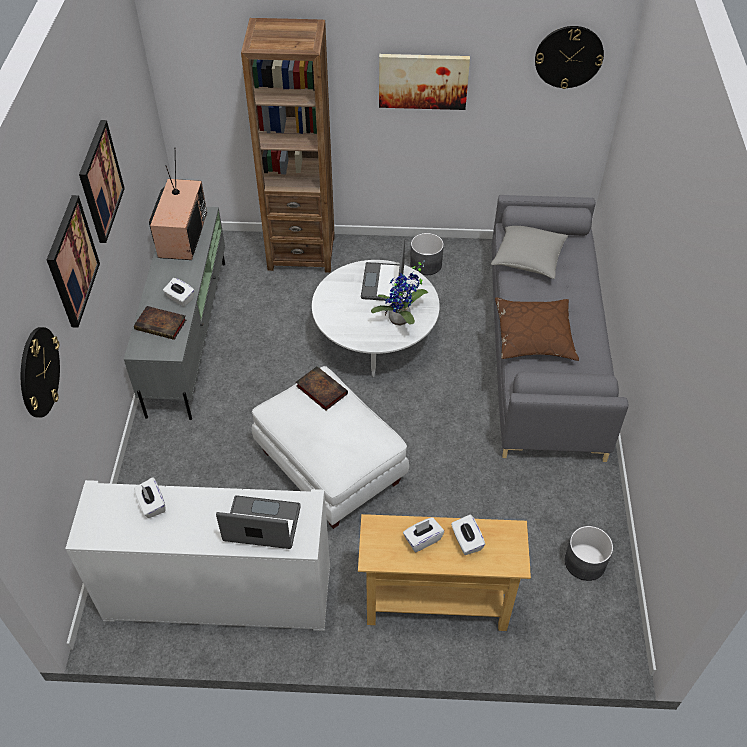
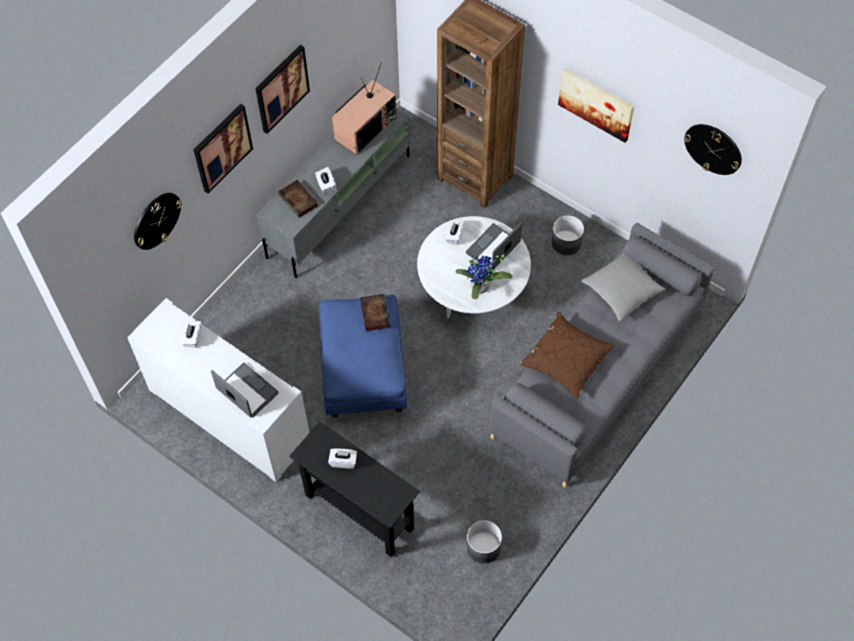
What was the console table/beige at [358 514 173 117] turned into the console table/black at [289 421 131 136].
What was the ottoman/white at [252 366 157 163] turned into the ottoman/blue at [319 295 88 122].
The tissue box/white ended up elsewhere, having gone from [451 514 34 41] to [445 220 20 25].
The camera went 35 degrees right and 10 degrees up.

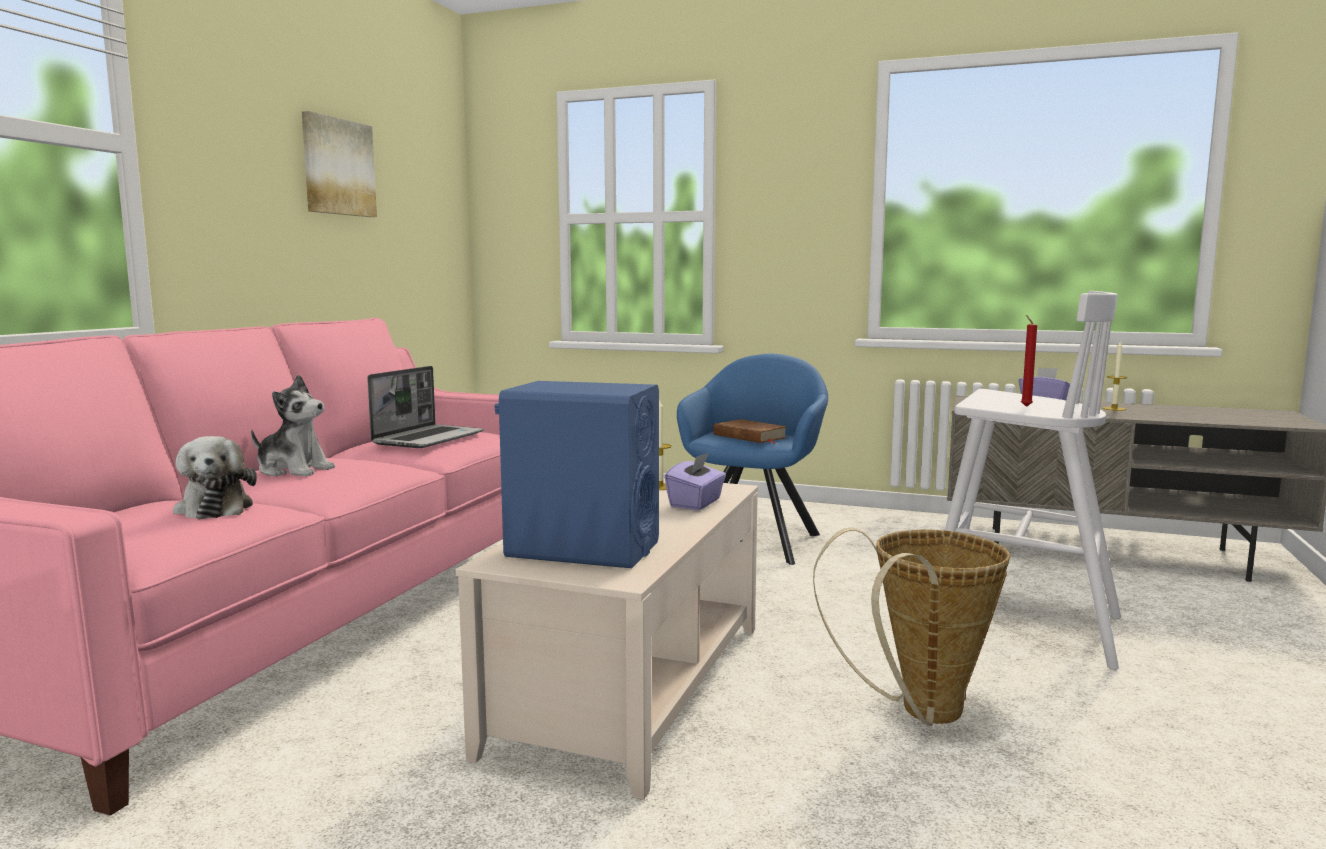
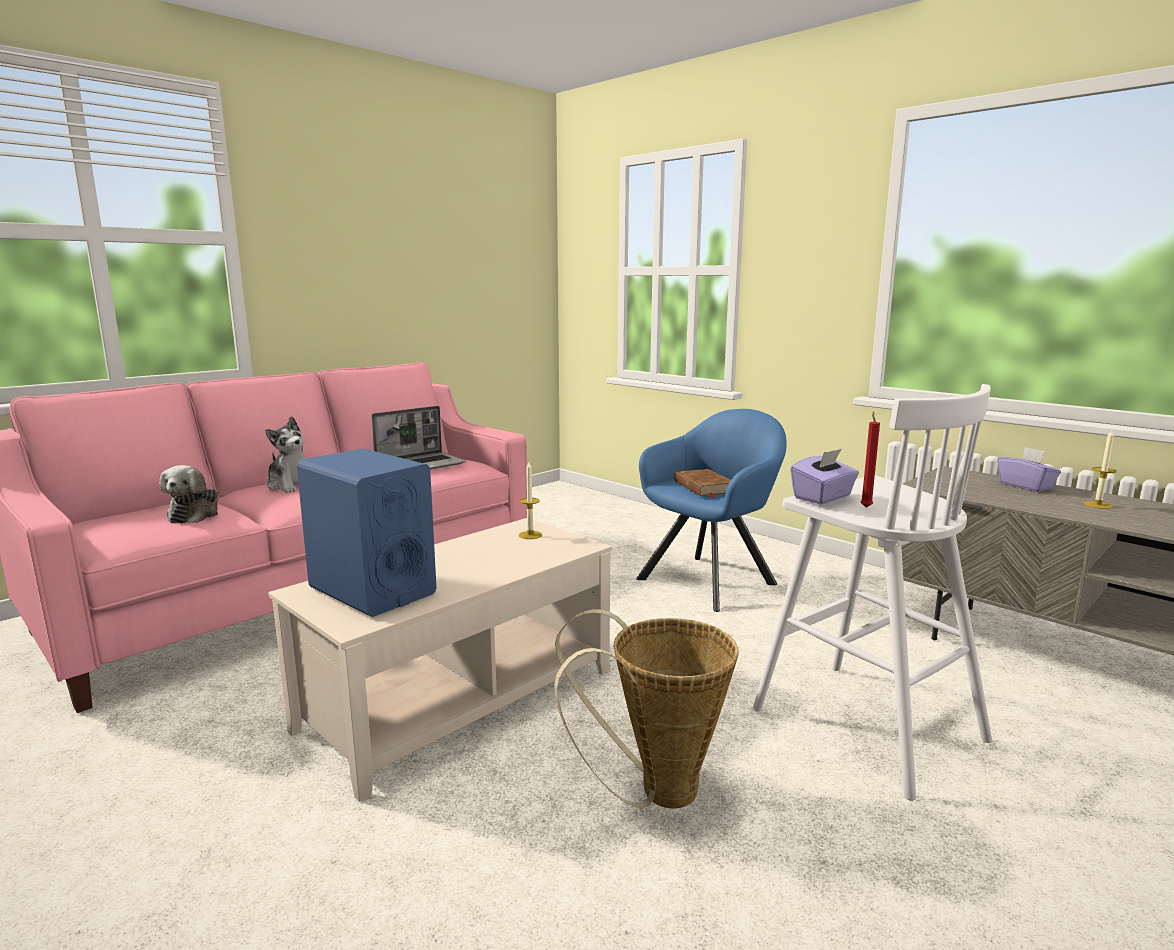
The tissue box/purple ended up elsewhere, having gone from [665 452 61 58] to [790 449 69 55].
The second view lost the picture at [302 111 75 106].
The camera went 25 degrees right and 5 degrees up.

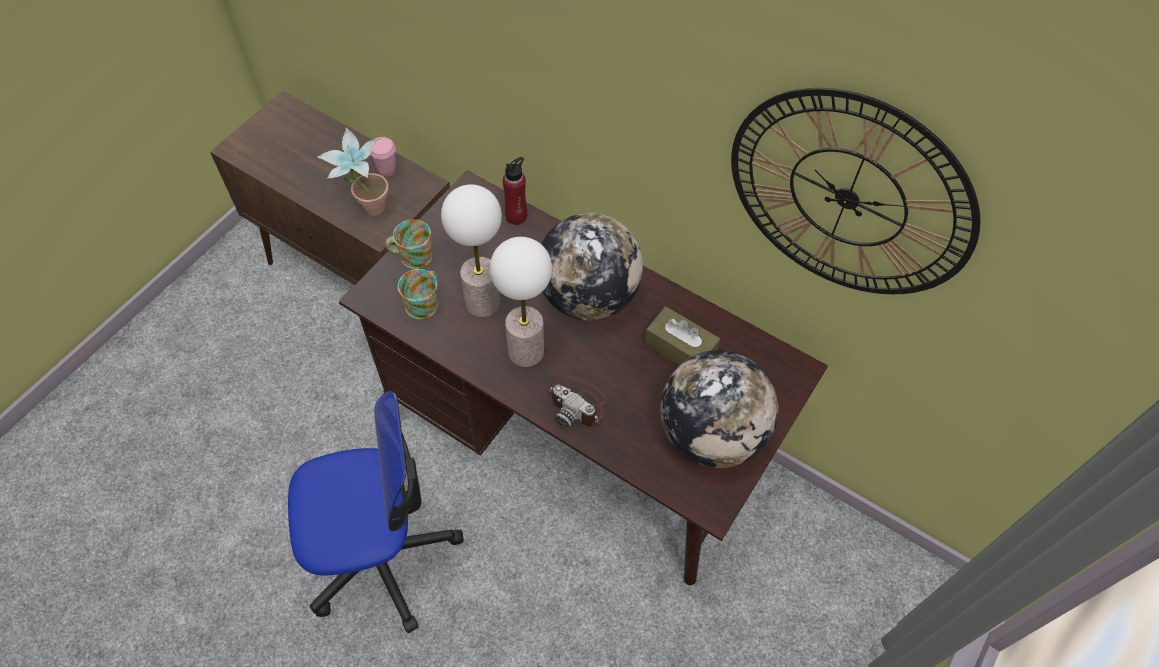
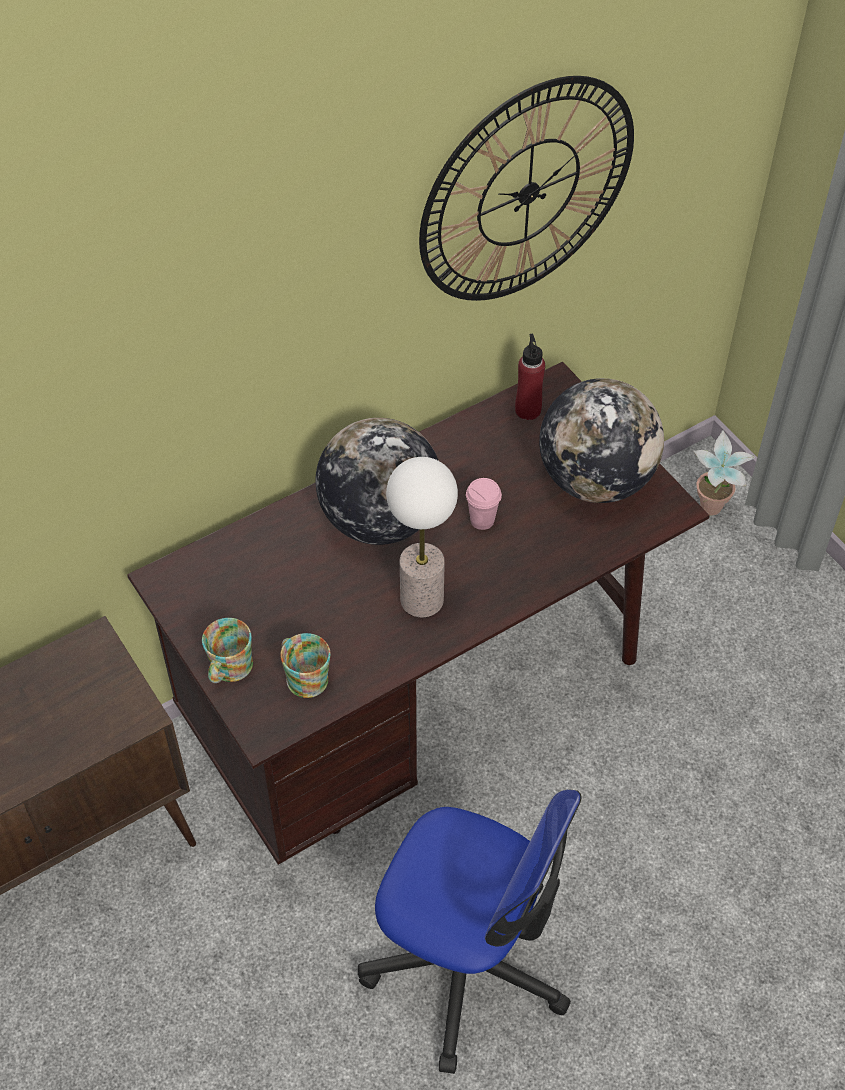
The office chair at [288 391 176 242] ended up facing another way, 105 degrees clockwise from before.
The cup/pink ended up elsewhere, having gone from [370 137 26 40] to [466 478 36 52].
The bottle/red ended up elsewhere, having gone from [503 157 24 68] to [515 334 30 86].
The potted plant ended up elsewhere, having gone from [317 128 71 88] to [694 430 61 86].
The second view lost the table lamp at [441 184 61 133].
The second view lost the photo camera at [548 376 59 52].
The second view lost the tissue box/brown at [645 306 75 59].
The camera went 65 degrees left and 5 degrees down.

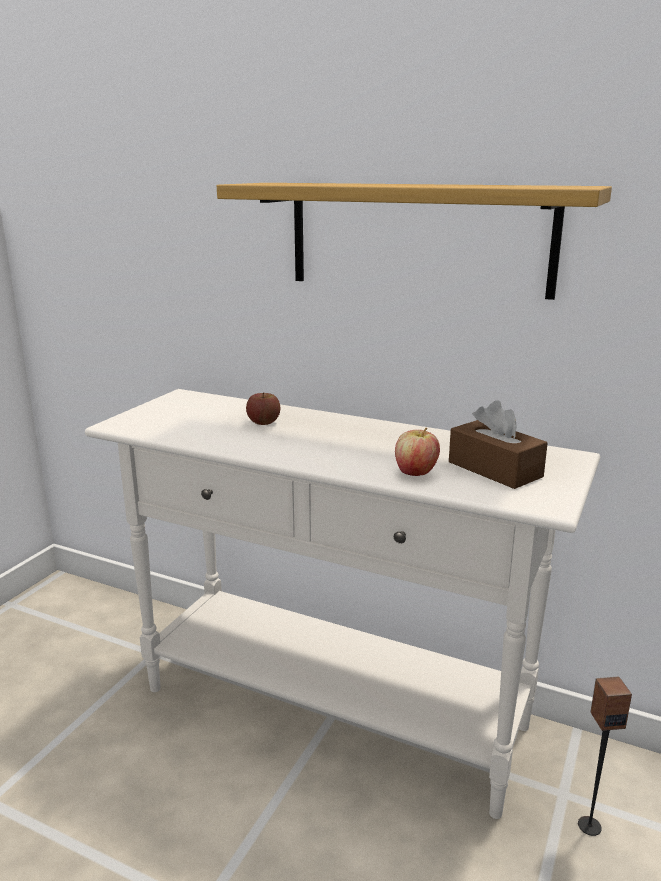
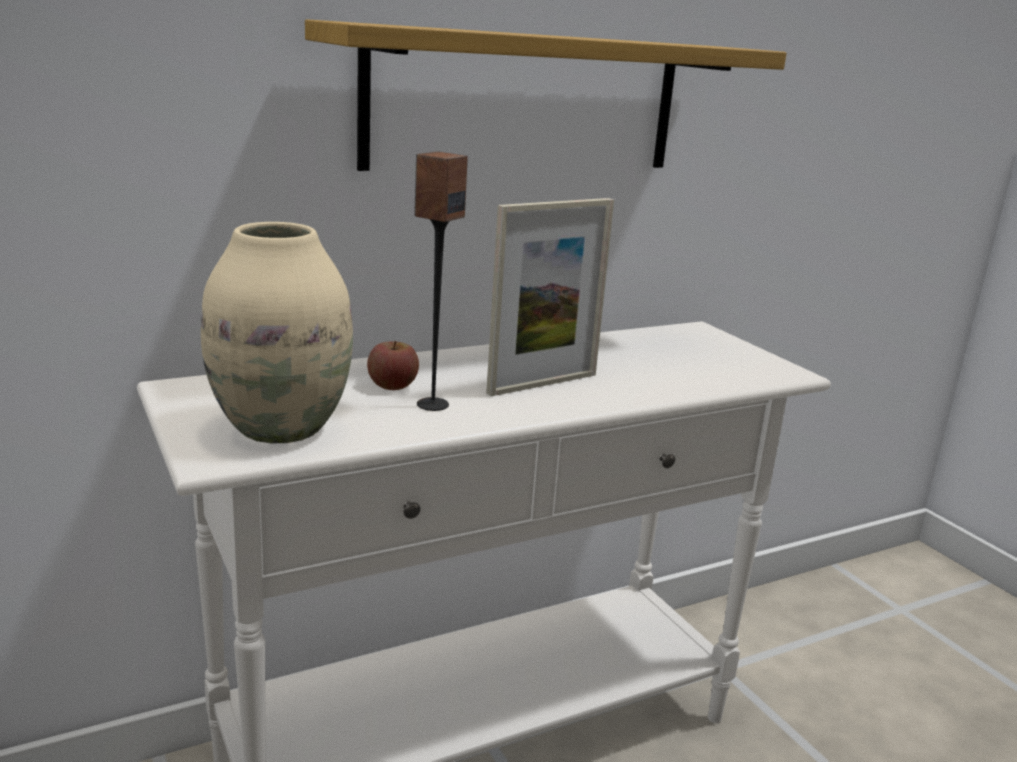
The second view gained the vase/beige at [201 222 152 222].
The speaker ended up elsewhere, having gone from [578 676 54 160] to [414 151 54 260].
The second view gained the picture frame at [486 198 128 198].
The second view lost the apple at [395 427 45 49].
The second view lost the tissue box/brown at [449 400 99 89].
The camera went 55 degrees left and 0 degrees up.

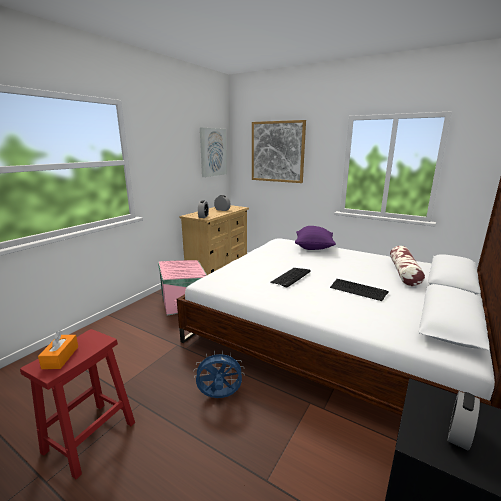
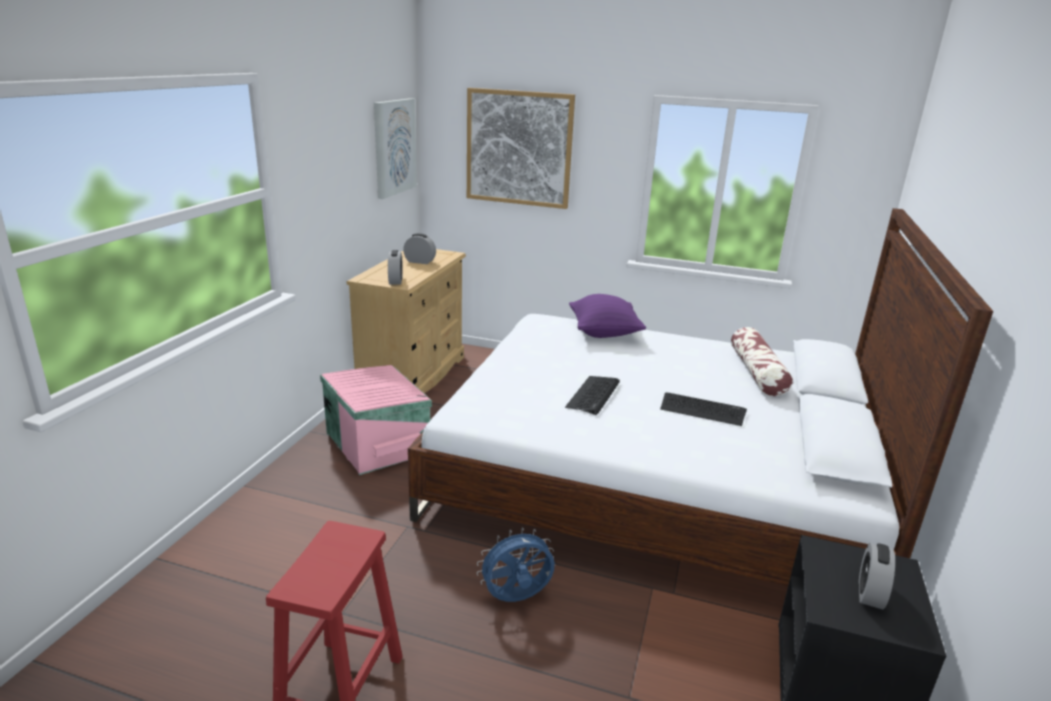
The second view lost the tissue box/orange at [38 330 40 39].
The camera went 15 degrees left and 5 degrees up.

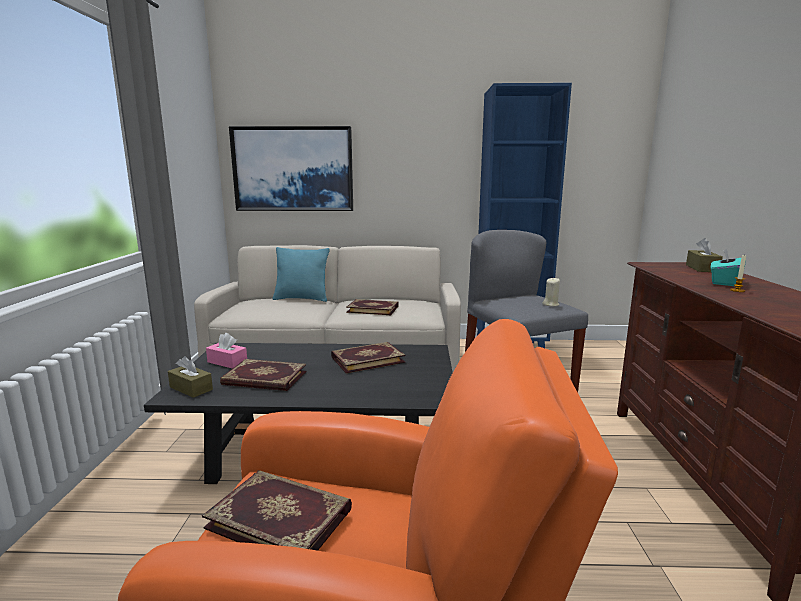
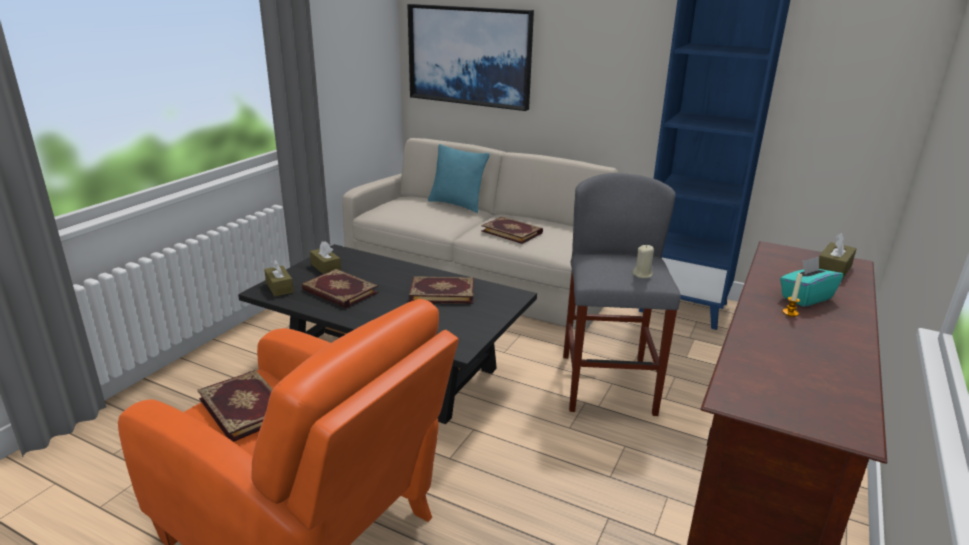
What was the tissue box/pink at [206 333 41 36] turned into the tissue box/brown at [310 241 31 33].
The camera went 25 degrees right and 10 degrees up.

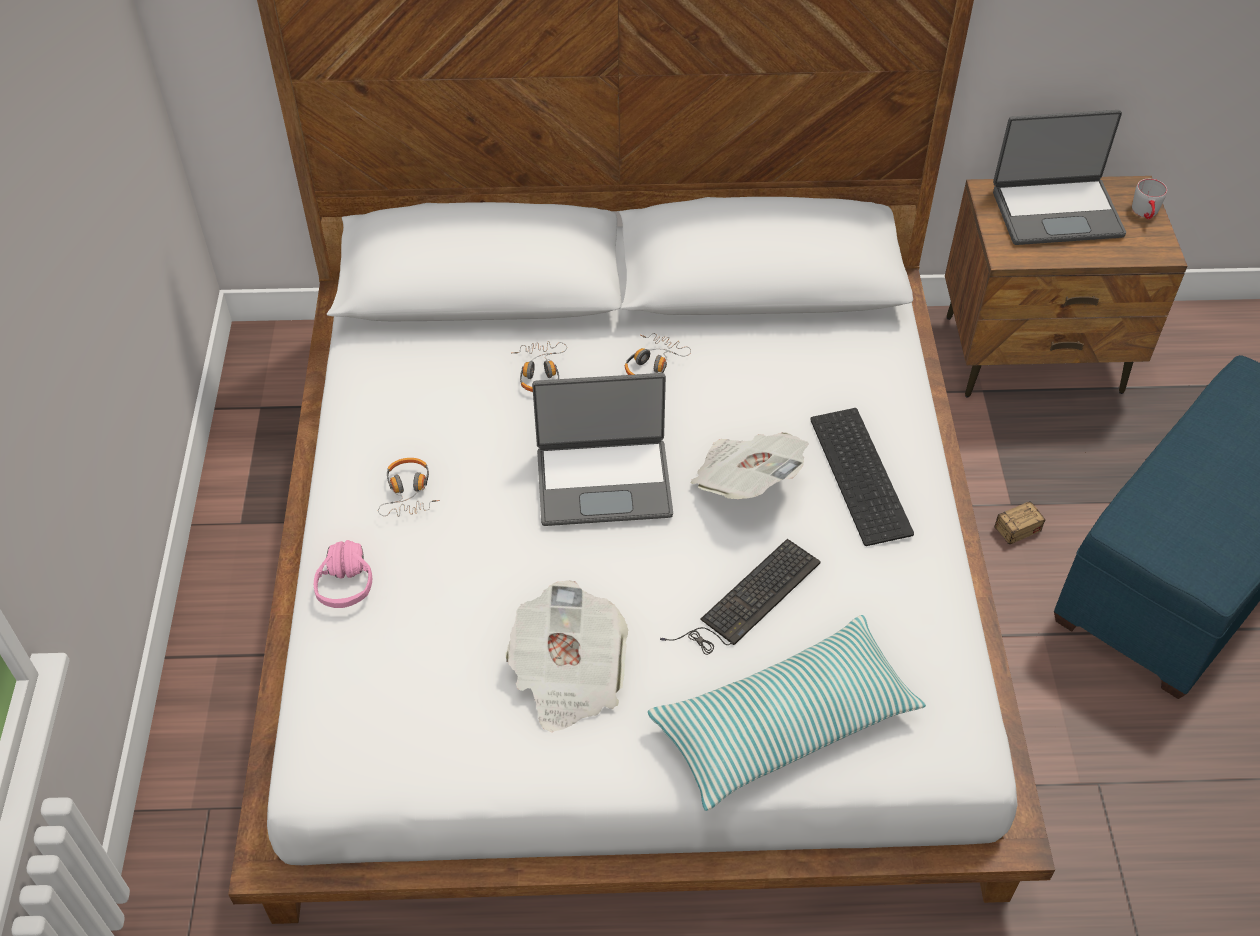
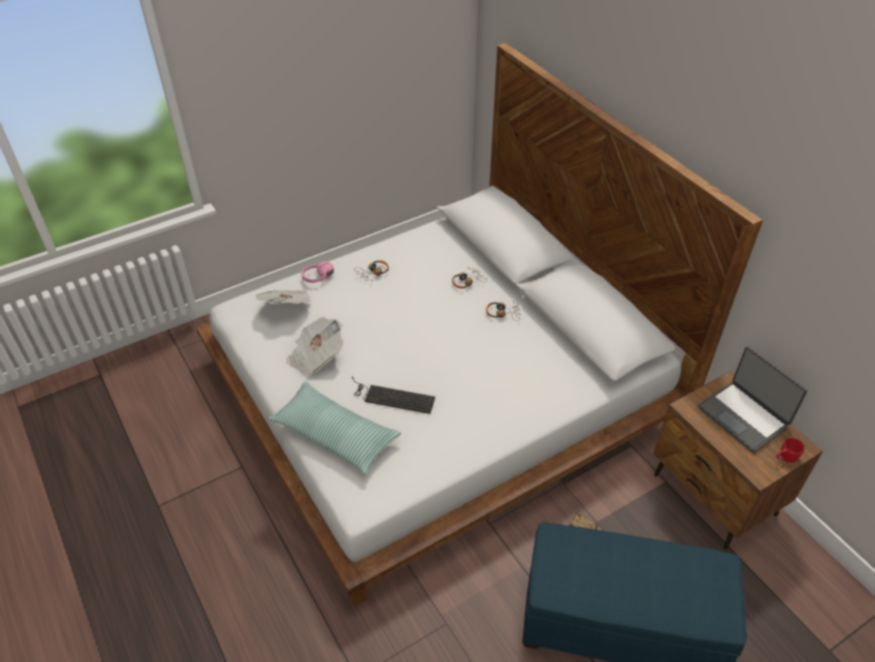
The newspaper ended up elsewhere, having gone from [690 433 119 66] to [256 290 55 14].
What was the mug/grey at [1132 179 35 41] turned into the mug/red at [776 438 28 25].
The second view lost the laptop at [532 373 141 153].
The second view lost the keyboard at [810 408 104 138].
The camera went 60 degrees right and 5 degrees down.

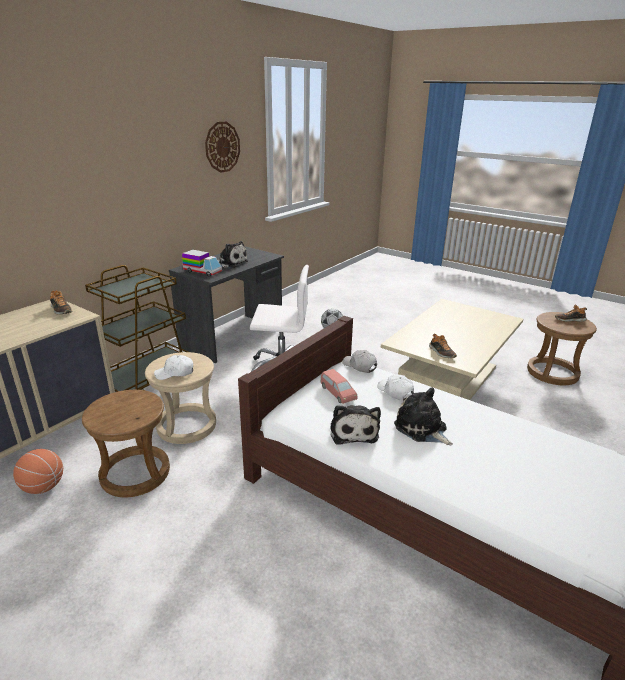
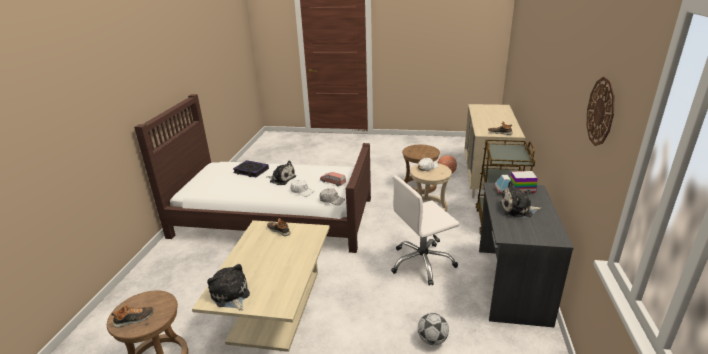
The plush toy ended up elsewhere, having gone from [331 405 50 40] to [207 264 43 47].
The second view gained the book at [233 160 36 17].
The camera went 155 degrees right and 0 degrees up.

